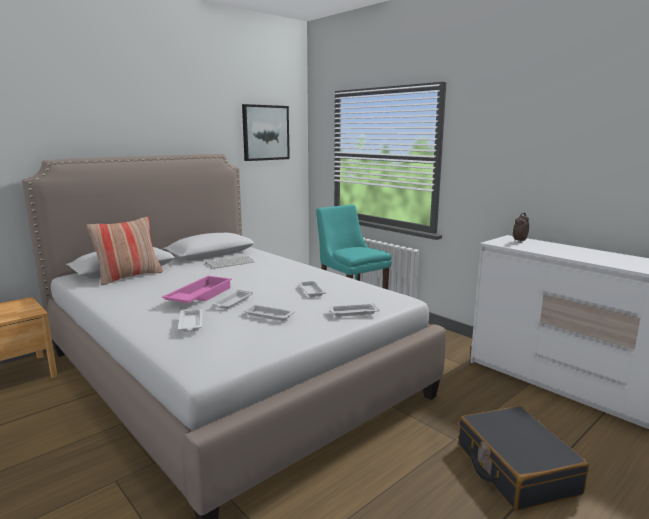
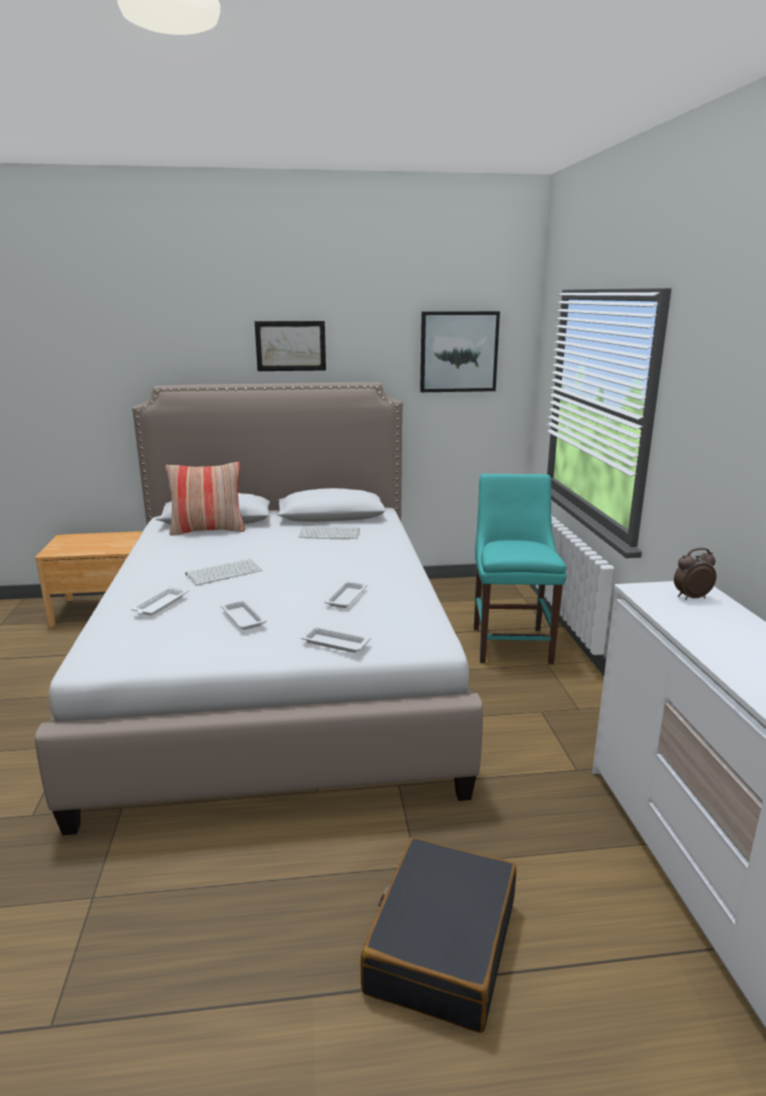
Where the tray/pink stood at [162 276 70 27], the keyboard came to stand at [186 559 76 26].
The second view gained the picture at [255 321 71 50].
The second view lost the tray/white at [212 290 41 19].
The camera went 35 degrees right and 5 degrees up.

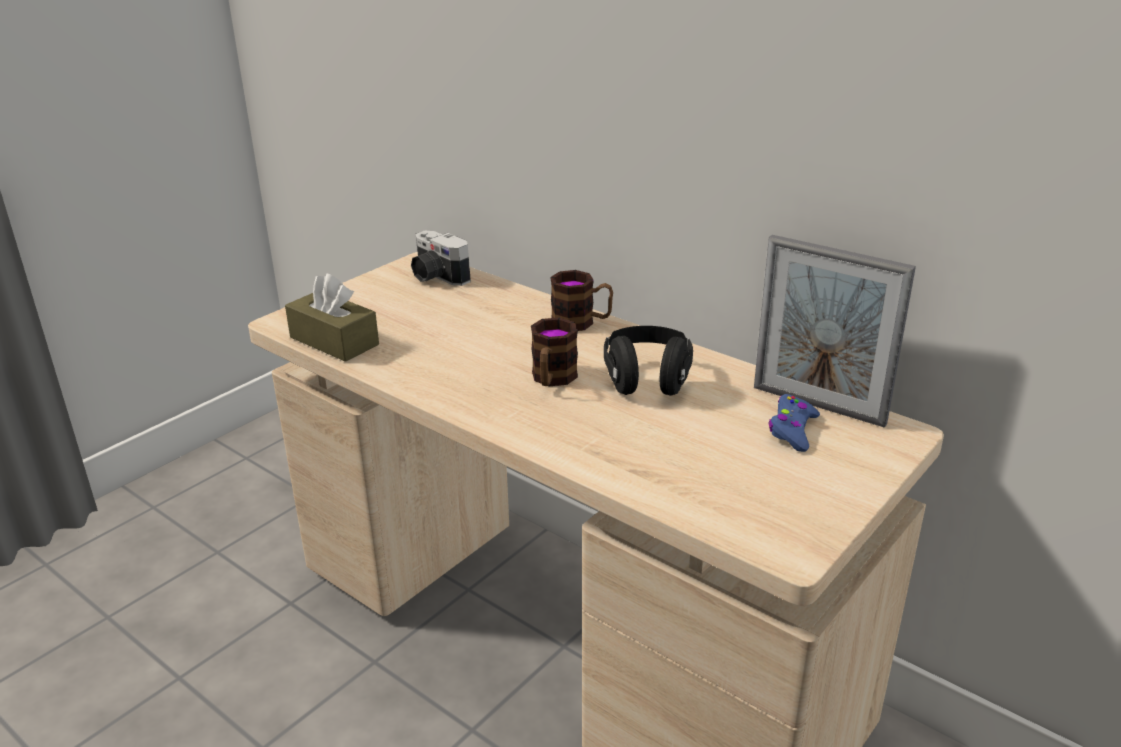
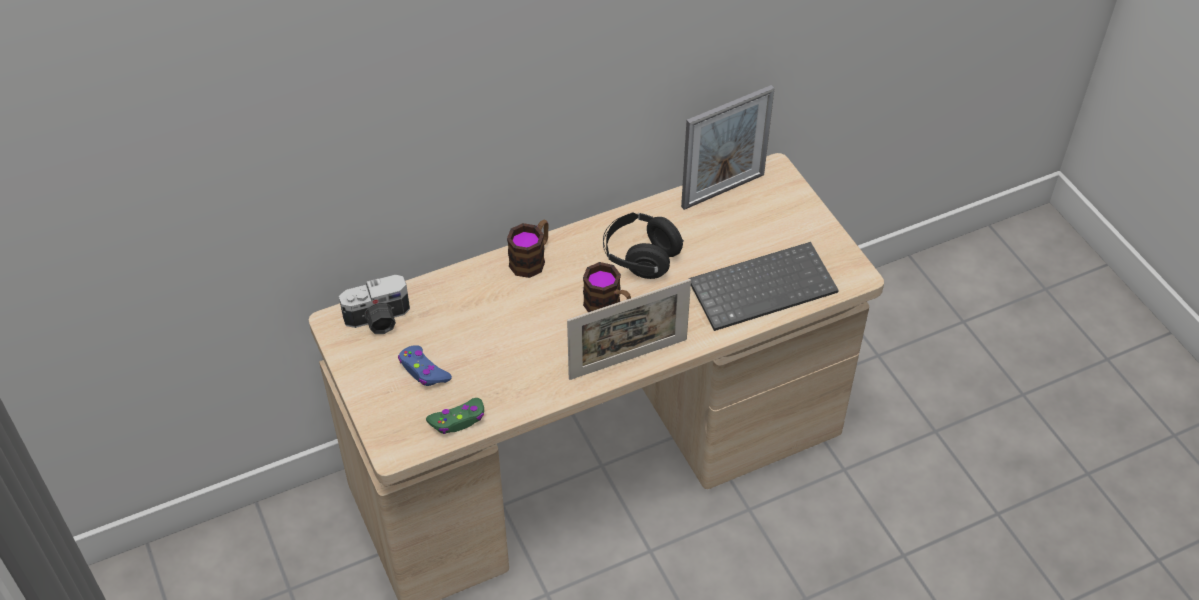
The game controller/blue ended up elsewhere, having gone from [769 394 51 58] to [398 345 54 41].
Where the tissue box/brown stood at [285 273 94 89], the game controller/green came to stand at [426 398 58 36].
The second view gained the picture frame at [567 279 124 101].
The second view gained the keyboard at [689 242 150 89].
The camera went 65 degrees left and 20 degrees up.

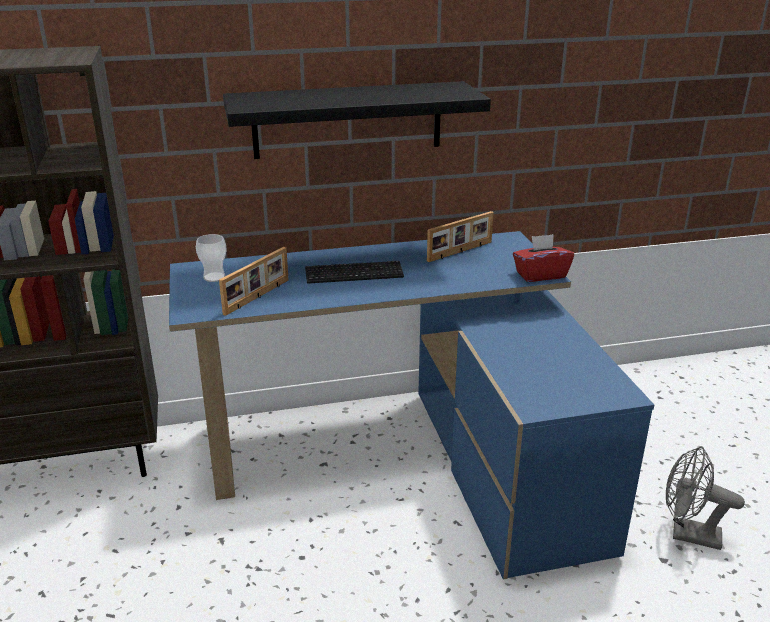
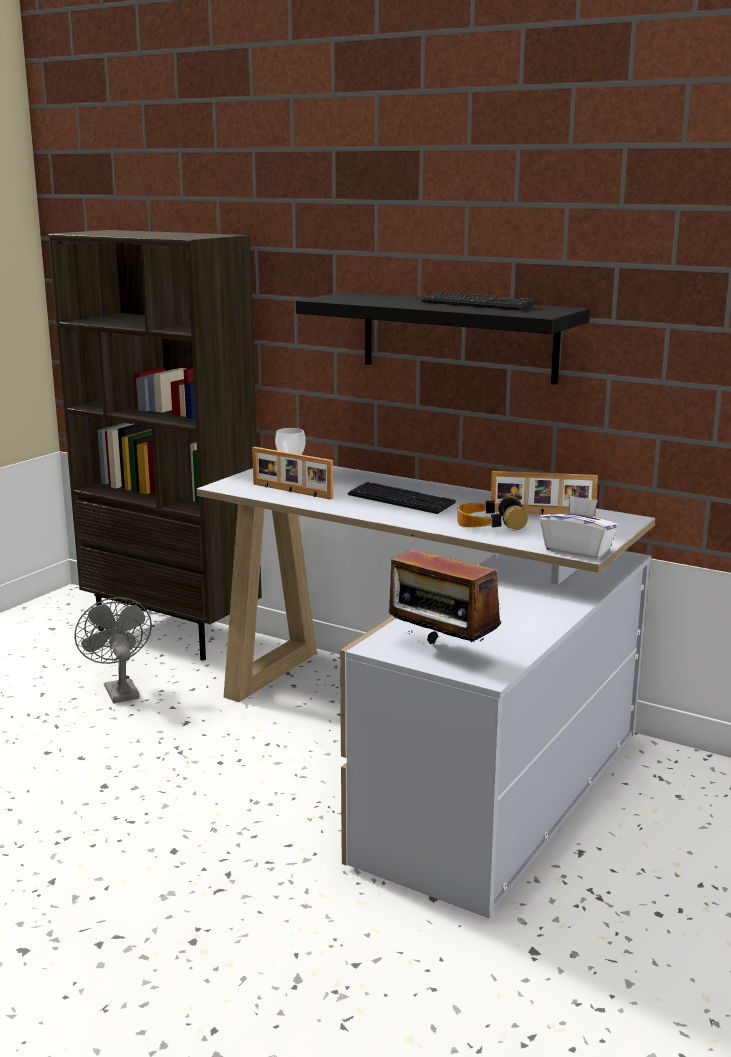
The fan/grey ended up elsewhere, having gone from [666 446 79 104] to [74 597 78 106].
What was the desk/blue at [169 231 485 349] turned into the desk/white at [197 466 458 452].
The picture frame at [219 247 70 69] ended up facing another way, 45 degrees clockwise from before.
The second view gained the radio at [389 535 112 110].
The second view gained the keyboard at [421 292 116 18].
The second view gained the headphones at [458 495 70 36].
What was the tissue box/red at [513 234 61 48] turned into the tissue box/white at [540 495 78 64].
The camera went 45 degrees right and 10 degrees down.

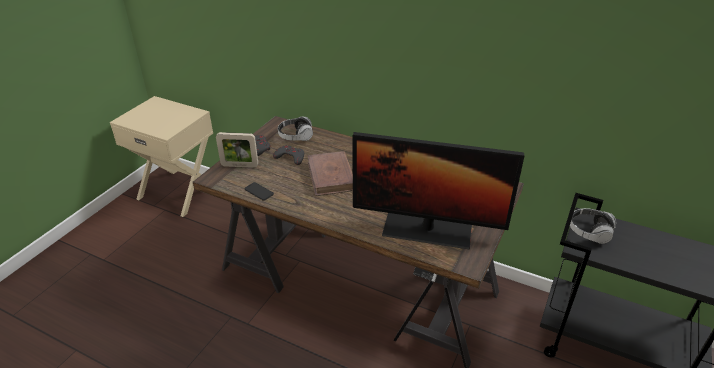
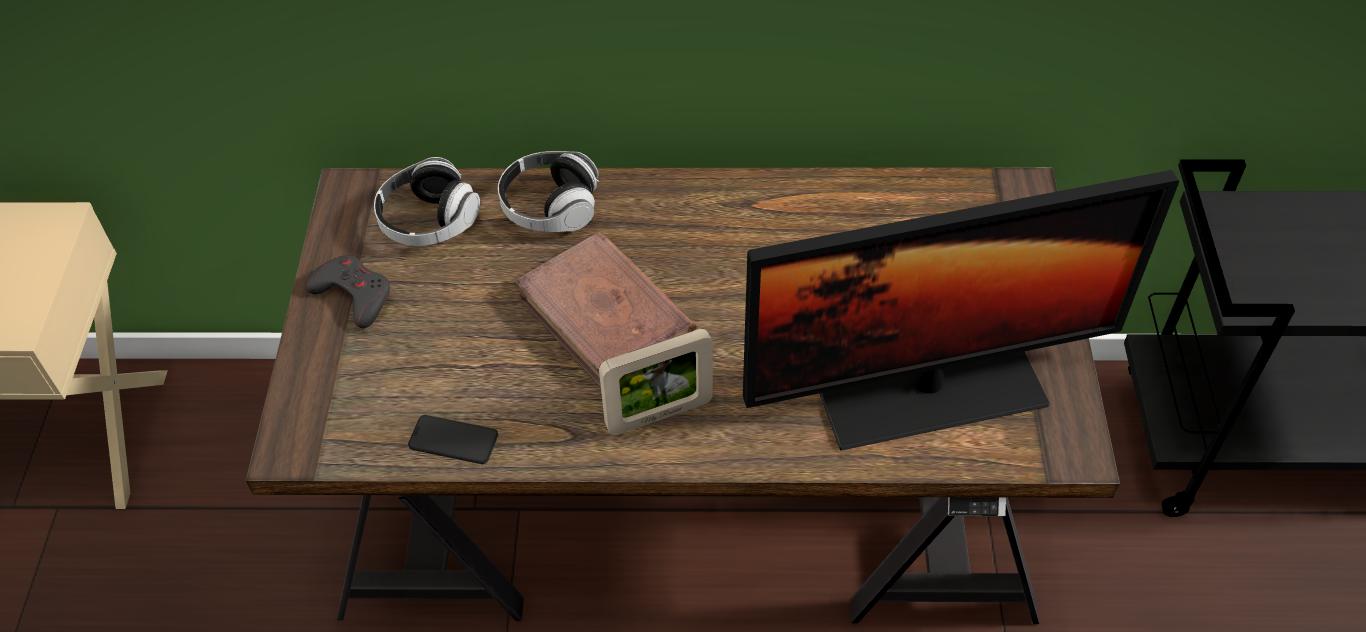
The headphones ended up elsewhere, having gone from [570 208 46 36] to [498 151 101 81].
The picture frame ended up elsewhere, having gone from [216 132 42 36] to [599 329 114 106].
The second view lost the game controller/grey at [273 145 31 20].
The camera went 25 degrees left and 15 degrees up.

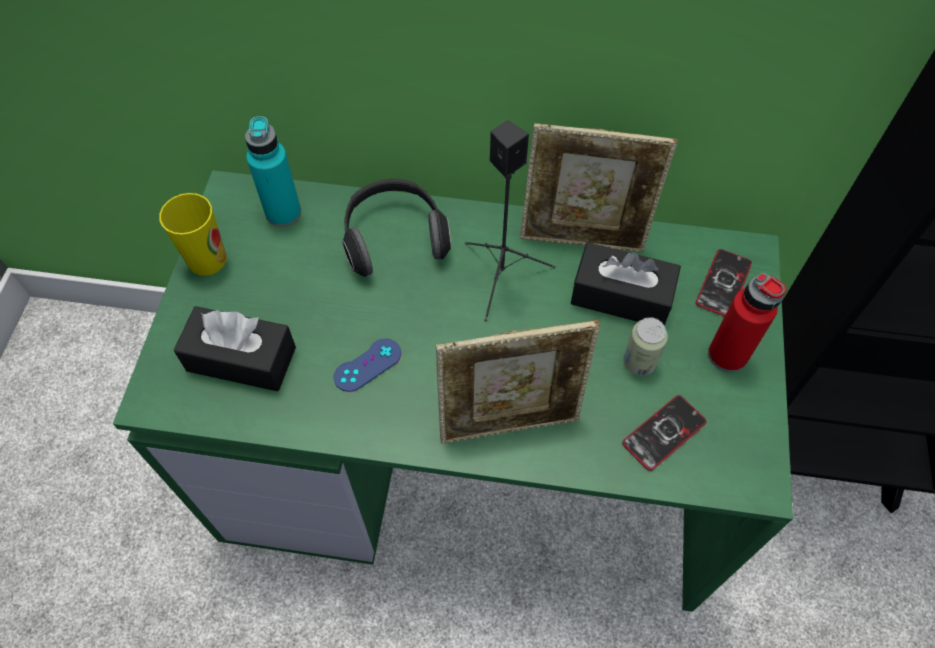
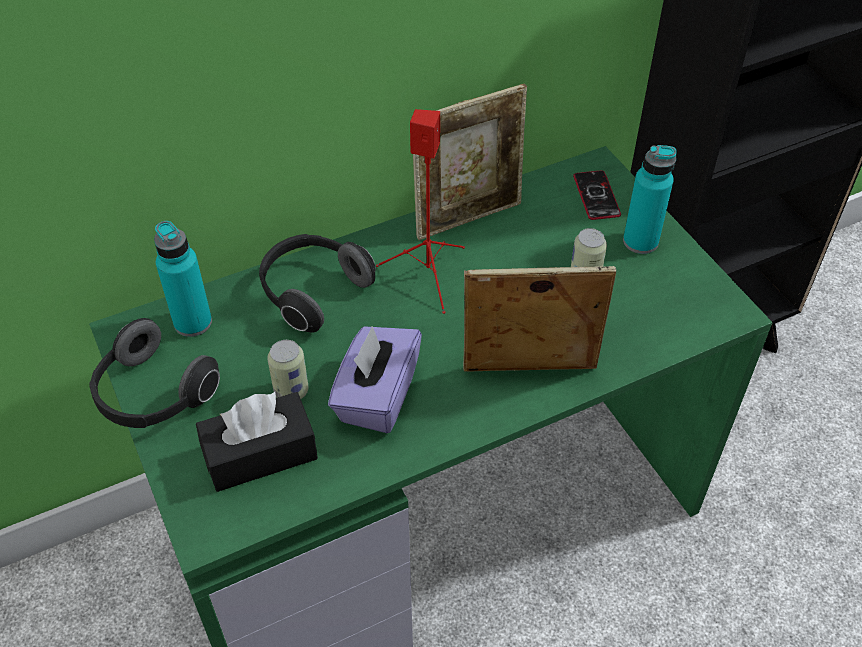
Where the cup stood at [159 193 68 83], the headphones came to stand at [89 318 131 110].
The second view gained the can at [267 340 41 59].
Where the game controller/blue stood at [334 338 67 54], the tissue box/purple came to stand at [328 326 94 107].
What was the speaker/black at [465 120 91 202] turned into the speaker/red at [376 109 89 205].
The picture frame at [436 320 164 123] ended up facing another way, 135 degrees counterclockwise from before.
What was the bottle/red at [708 273 78 99] turned into the bottle/turquoise at [623 145 54 109].
The second view lost the tissue box/black at [571 242 110 83].
The second view lost the phone at [622 395 85 76].
The camera went 35 degrees left and 10 degrees down.

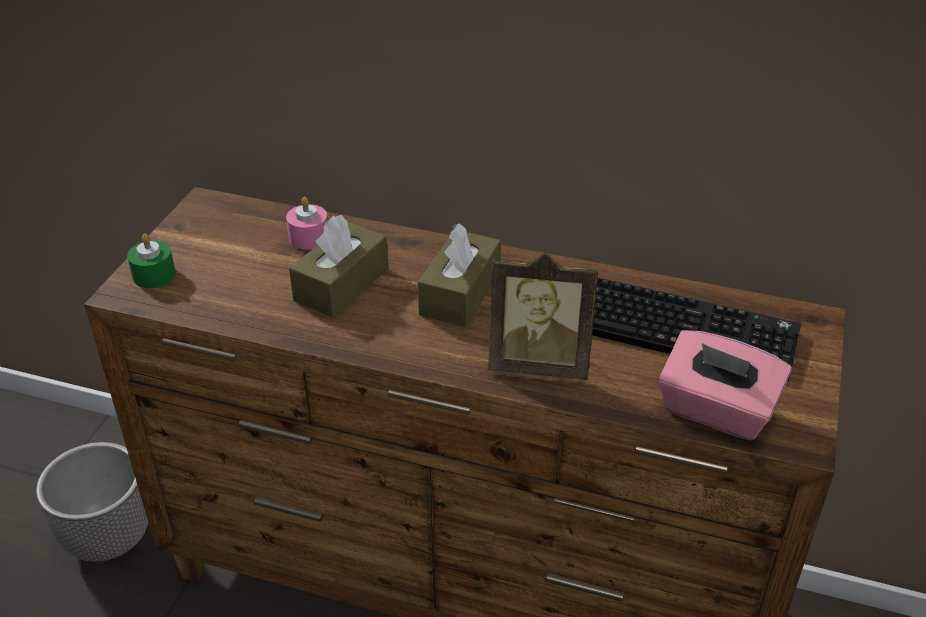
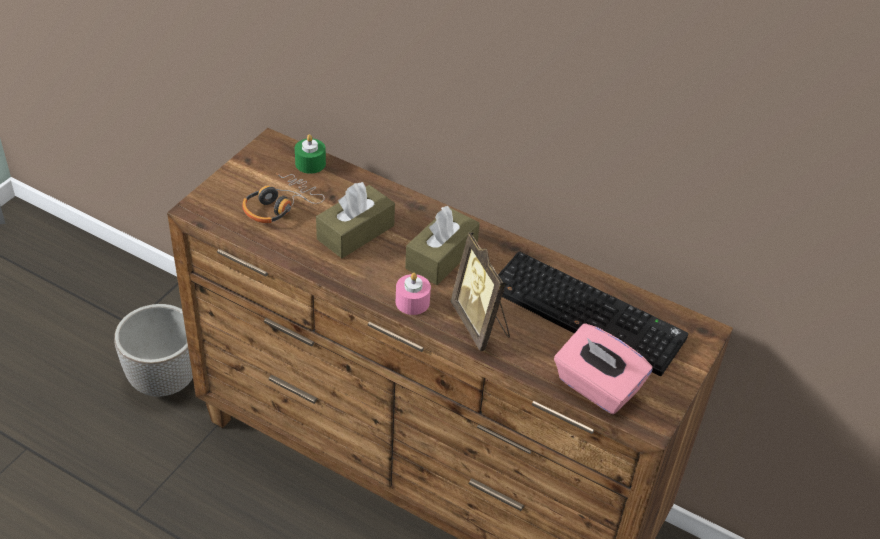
The second view gained the headphones at [242 173 83 50].
The candle/green ended up elsewhere, having gone from [127 234 49 54] to [295 134 31 40].
The candle/pink ended up elsewhere, having gone from [286 197 42 53] to [396 273 35 42].
The picture frame at [488 253 110 127] ended up facing another way, 45 degrees clockwise from before.
The camera went 10 degrees right and 5 degrees up.

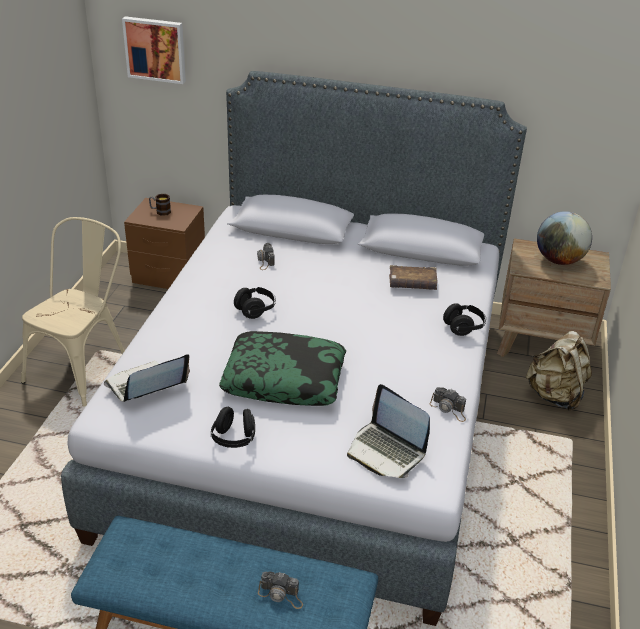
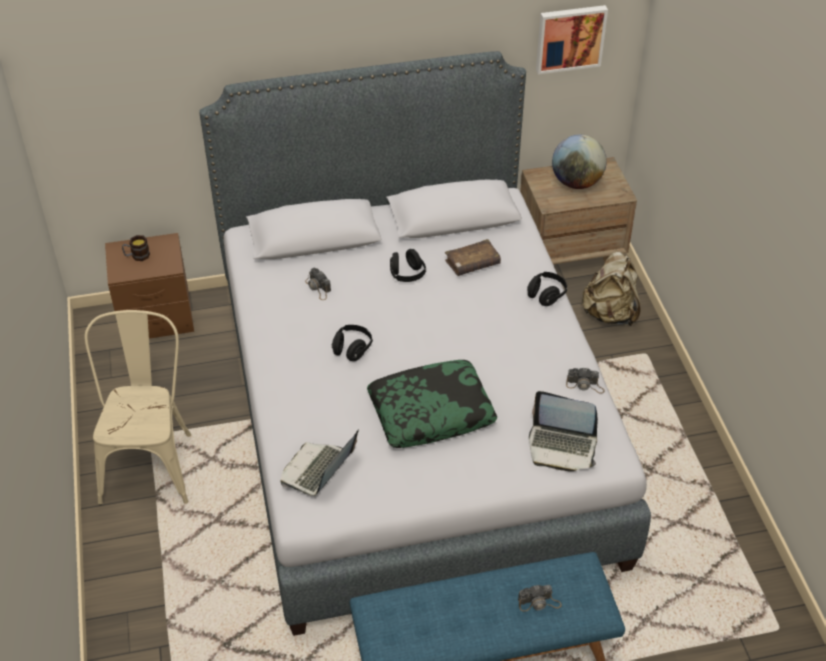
The headphones/black ended up elsewhere, having gone from [211 407 44 41] to [390 249 36 33].
The picture ended up elsewhere, having gone from [122 16 64 68] to [536 5 72 69].
The camera went 25 degrees left and 10 degrees up.

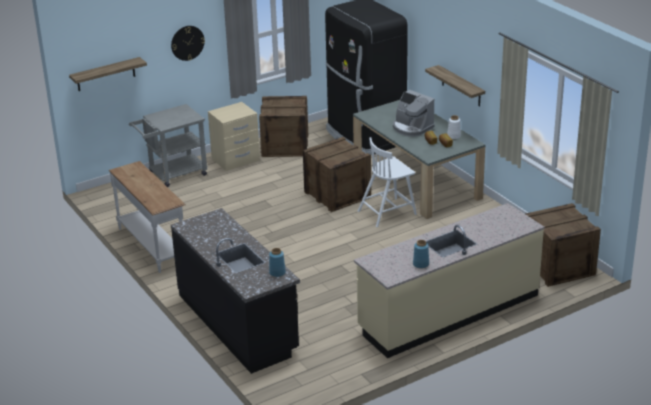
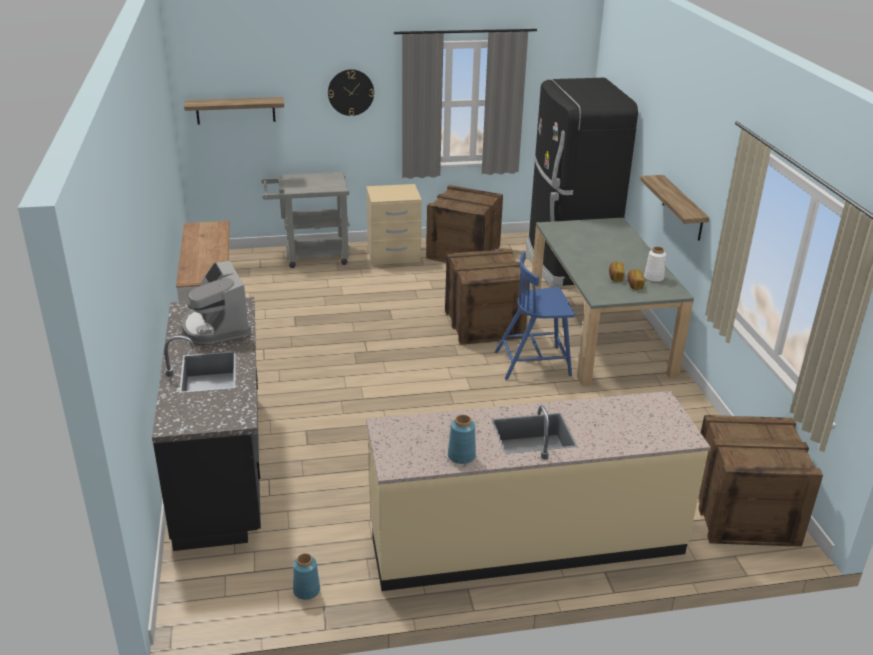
The coffee machine ended up elsewhere, having gone from [393 90 41 47] to [182 261 69 83].
The vase/blue ended up elsewhere, having gone from [269 248 17 29] to [293 553 27 47].
What was the chair/white at [358 137 59 90] turned into the chair/blue at [495 251 80 129].
The camera went 20 degrees right and 0 degrees up.

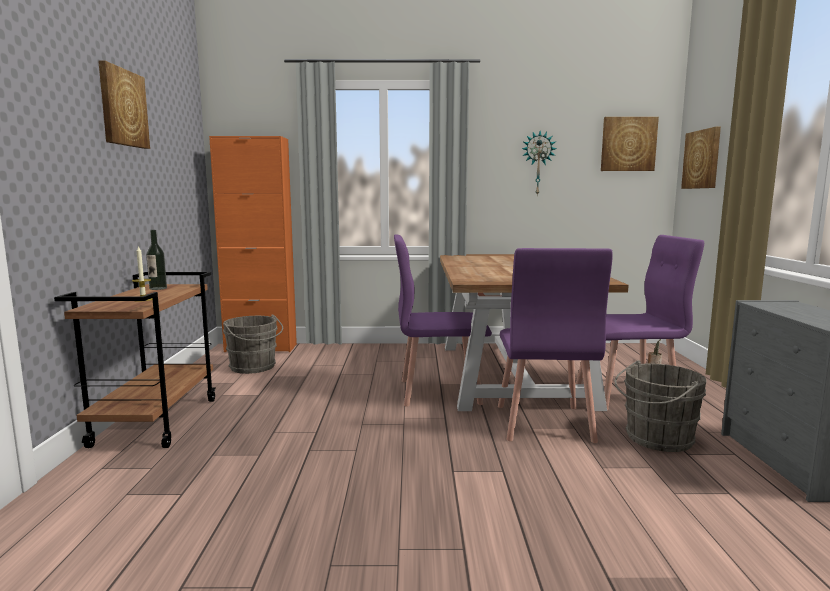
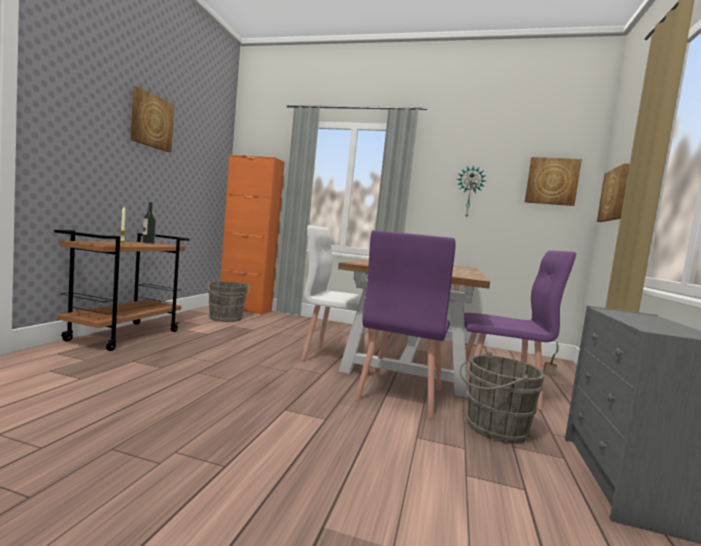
What was the chair/purple at [394 234 98 173] turned into the chair/white at [301 225 73 146].
The camera went 15 degrees right and 5 degrees down.

